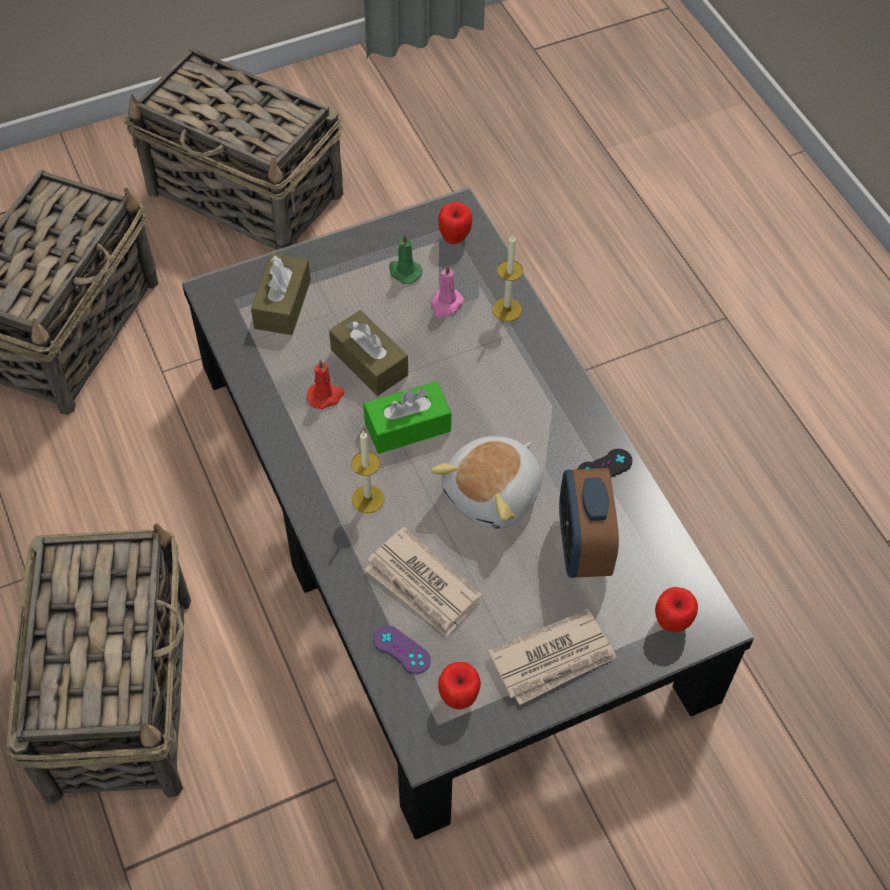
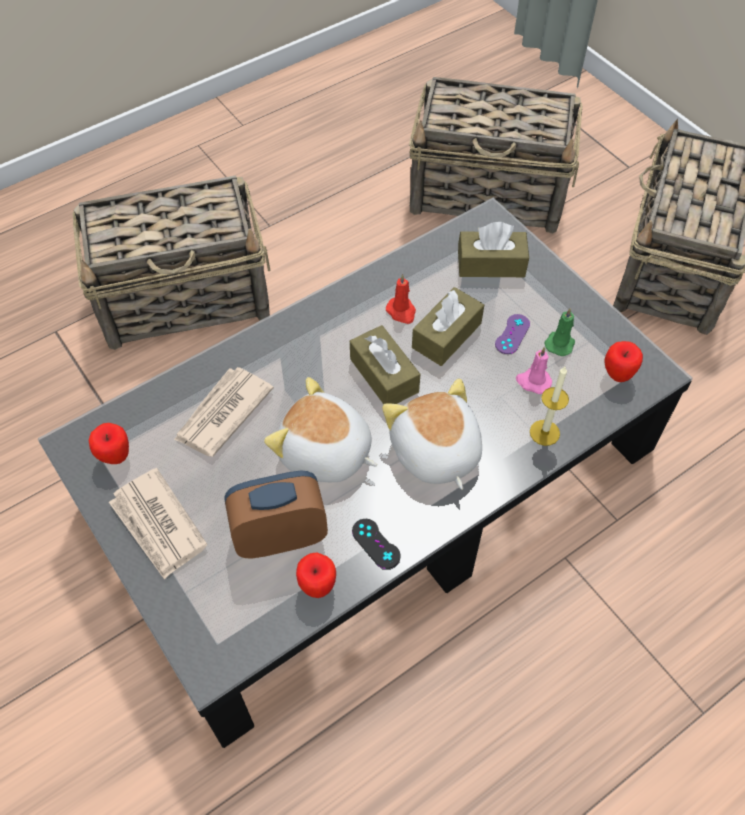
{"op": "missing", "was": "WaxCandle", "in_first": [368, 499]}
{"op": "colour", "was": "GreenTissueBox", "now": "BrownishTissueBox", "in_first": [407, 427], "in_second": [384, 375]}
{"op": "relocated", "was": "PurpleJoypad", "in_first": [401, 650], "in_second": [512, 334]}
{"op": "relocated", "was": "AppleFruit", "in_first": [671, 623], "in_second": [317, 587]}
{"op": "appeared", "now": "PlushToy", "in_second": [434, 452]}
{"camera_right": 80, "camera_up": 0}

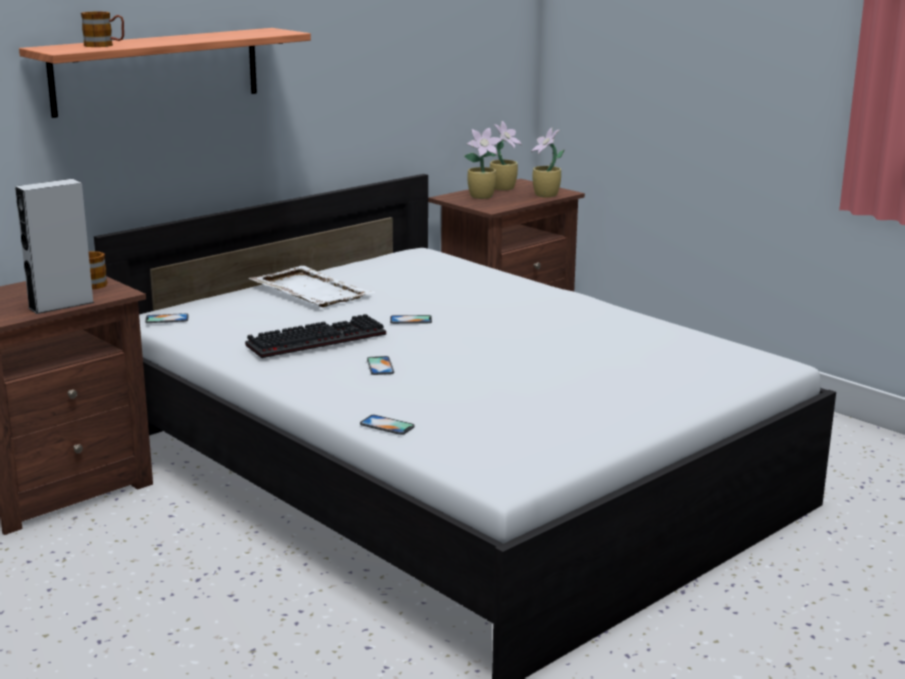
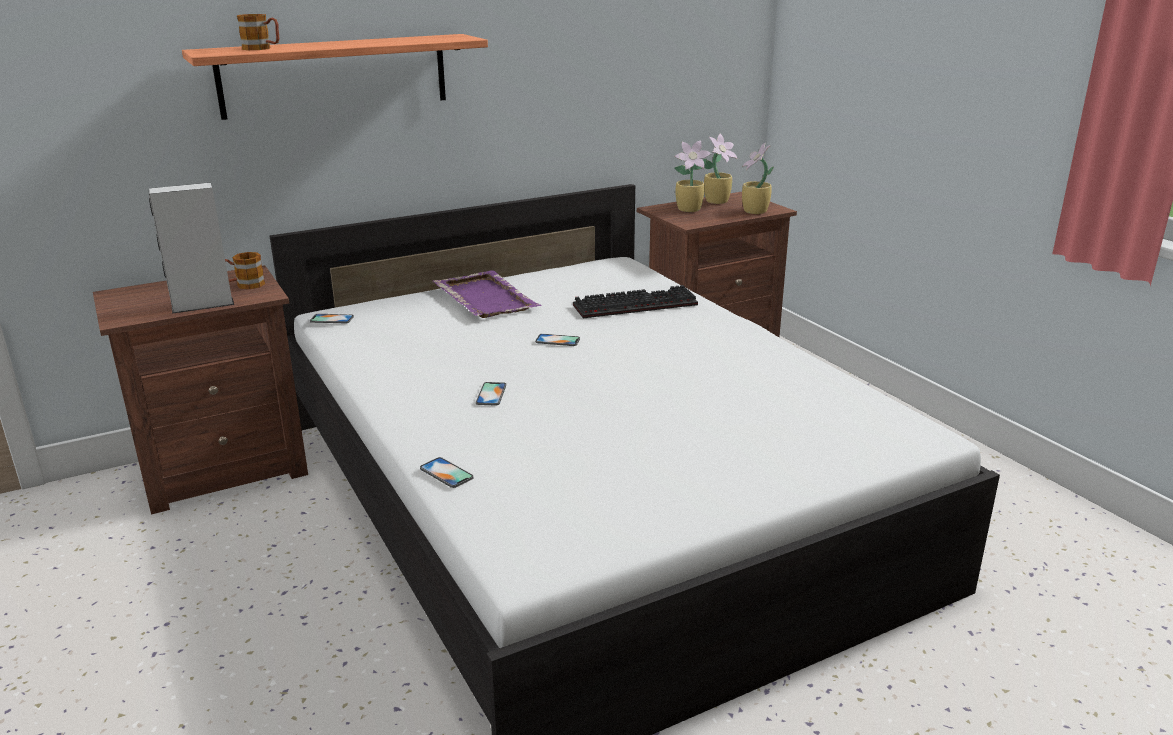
{"op": "relocated", "was": "Keyboard", "in_first": [317, 339], "in_second": [636, 304]}
{"op": "colour", "was": "WhitishTray", "now": "PurpleTray", "in_first": [310, 290], "in_second": [485, 297]}
{"camera_right": 15, "camera_up": 5}

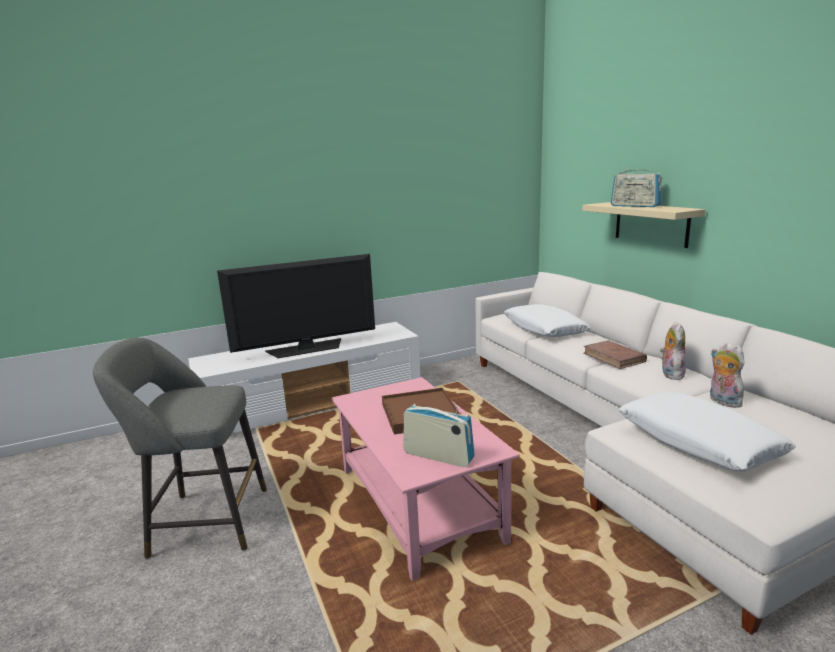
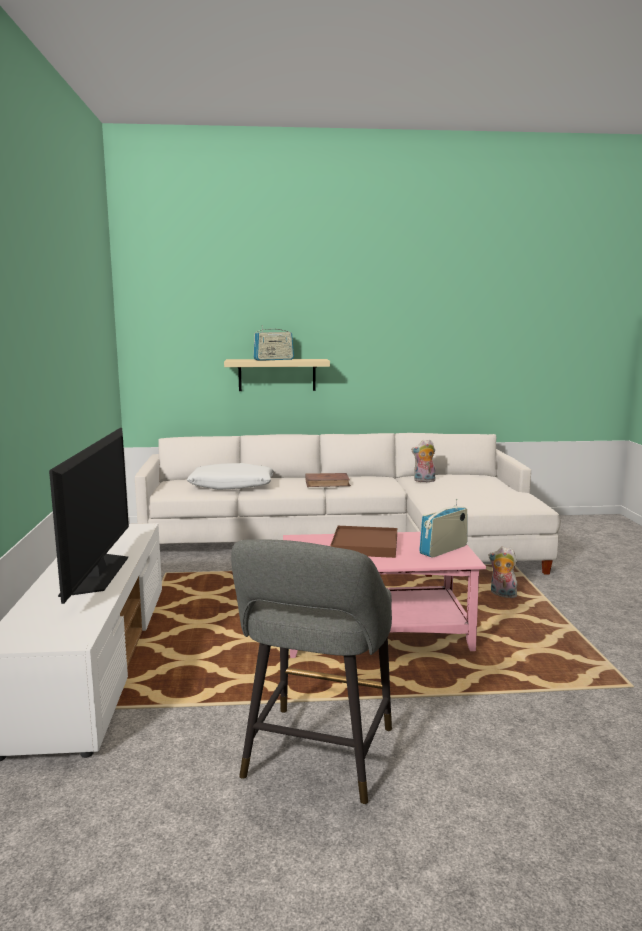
{"op": "missing", "was": "WhitishThrowPillow", "in_first": [698, 442]}
{"op": "relocated", "was": "PlushToy", "in_first": [670, 374], "in_second": [502, 595]}
{"camera_right": -70, "camera_up": -5}

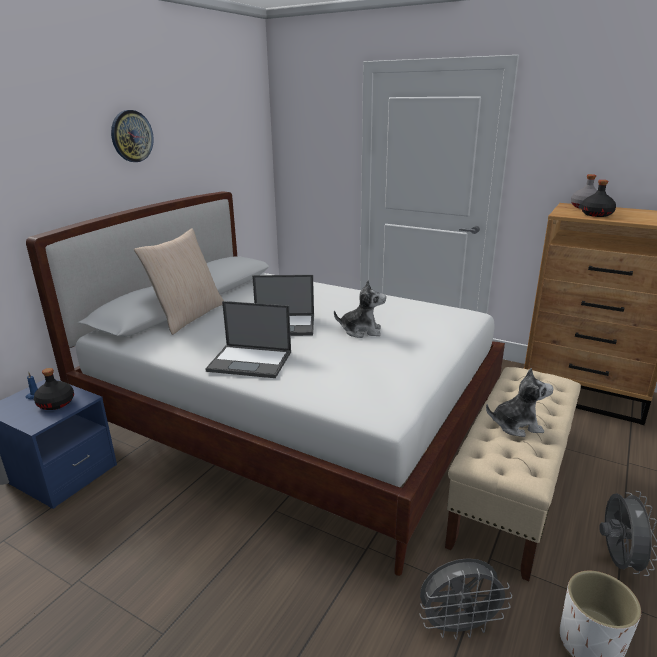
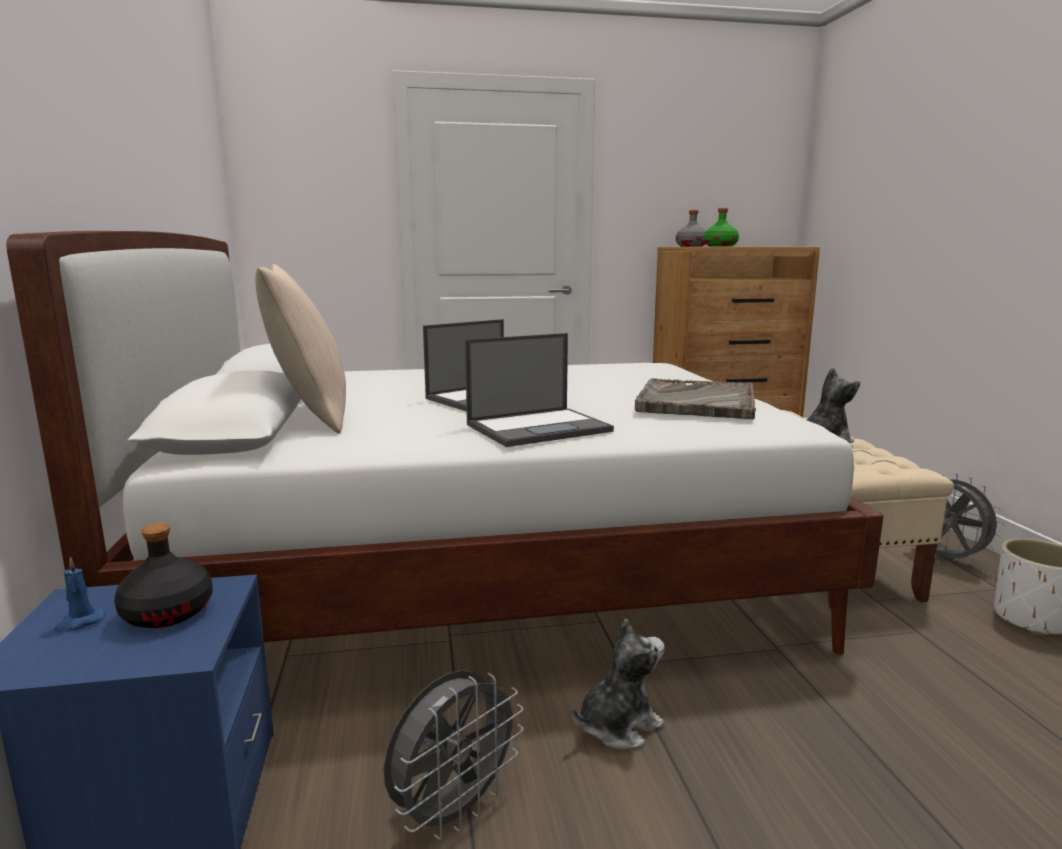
{"op": "missing", "was": "WallClock", "in_first": [131, 136]}
{"op": "relocated", "was": "PlushToy", "in_first": [361, 331], "in_second": [617, 726]}
{"op": "relocated", "was": "GreyFan", "in_first": [458, 626], "in_second": [454, 811]}
{"op": "colour", "was": "BlackishBeverageBottle", "now": "GreenBeverageBottle", "in_first": [596, 214], "in_second": [720, 246]}
{"op": "appeared", "now": "GreyTray", "in_second": [696, 401]}
{"camera_right": -40, "camera_up": -10}

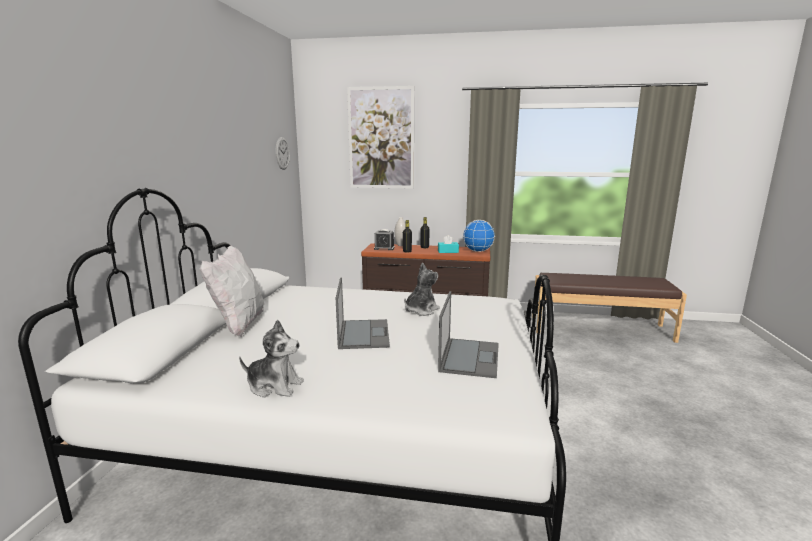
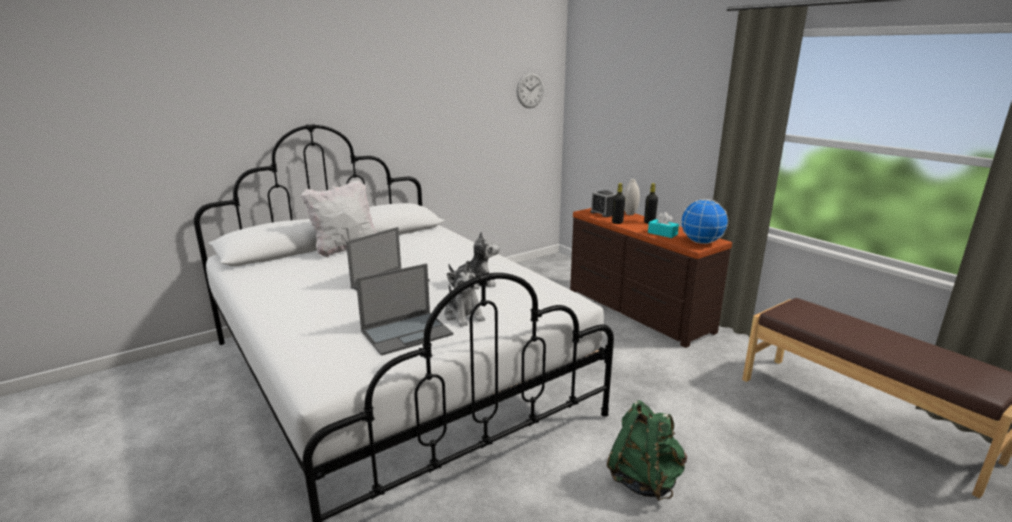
{"op": "relocated", "was": "PlushToy", "in_first": [274, 386], "in_second": [463, 315]}
{"op": "missing", "was": "WallArt", "in_first": [381, 138]}
{"op": "appeared", "now": "GreenBackpack", "in_second": [644, 479]}
{"camera_right": 45, "camera_up": 5}

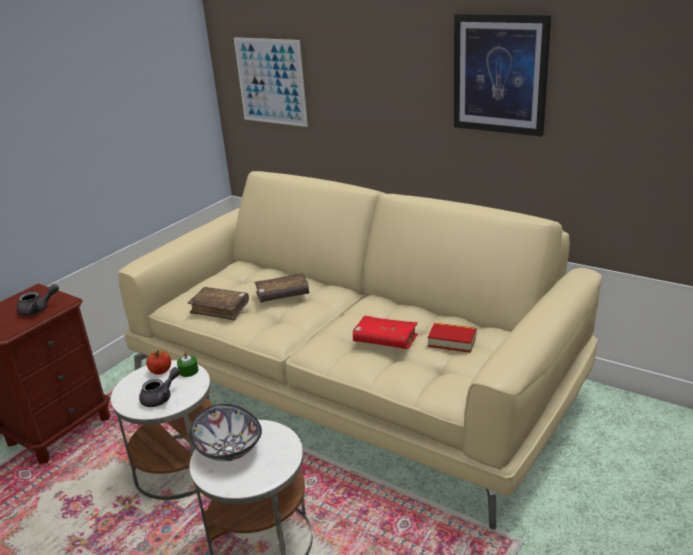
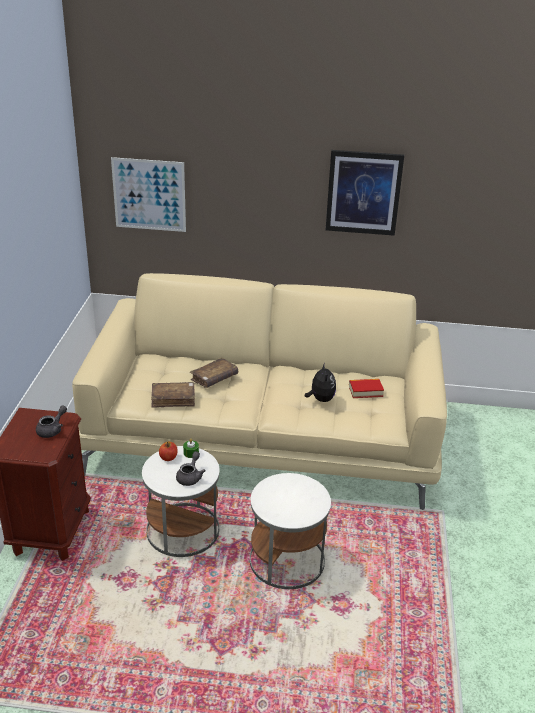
{"op": "missing", "was": "ServingBowl", "in_first": [228, 449]}
{"op": "exchanged", "was": "RedColouredBoundBook", "now": "PlushToy", "in_first": [385, 340], "in_second": [320, 399]}
{"camera_right": -30, "camera_up": 5}

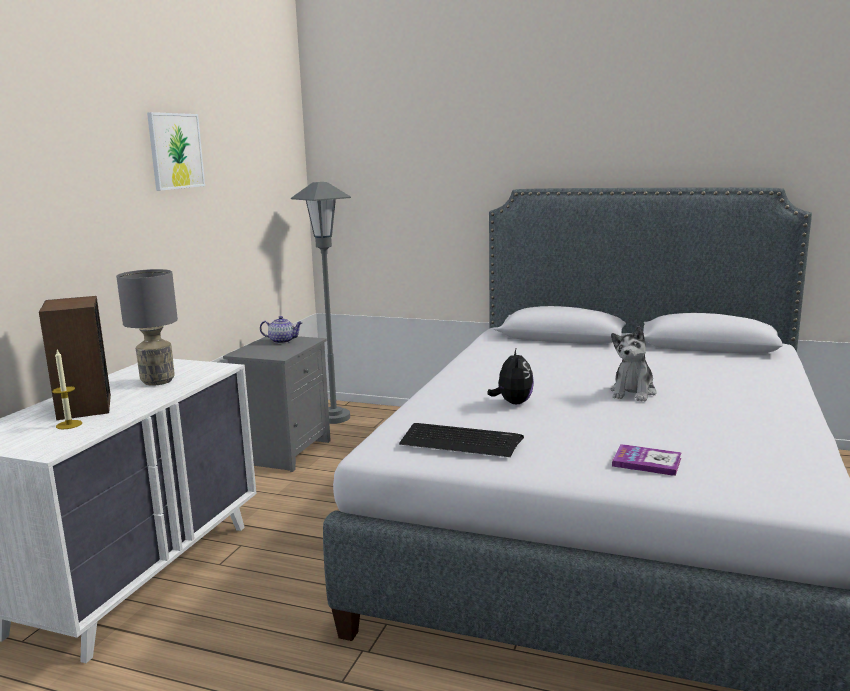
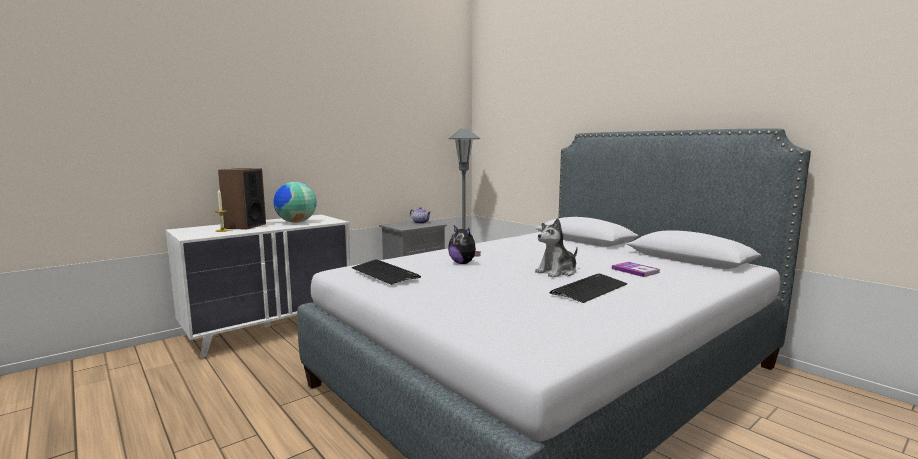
{"op": "exchanged", "was": "GreyLampForATable", "now": "Globe", "in_first": [157, 381], "in_second": [296, 222]}
{"op": "missing", "was": "WallArt", "in_first": [175, 151]}
{"op": "spun", "was": "PlushToy", "in_first": [513, 403], "in_second": [463, 263], "clockwise": 105}
{"op": "relocated", "was": "BoundBook", "in_first": [646, 462], "in_second": [635, 270]}
{"op": "appeared", "now": "Keyboard", "in_second": [589, 289]}
{"camera_right": 30, "camera_up": -5}

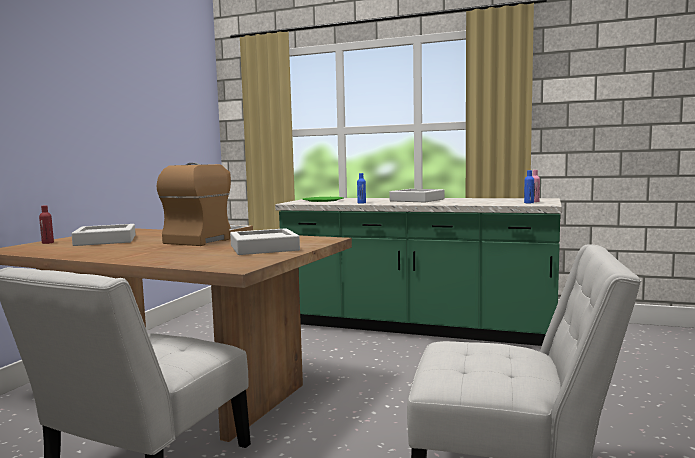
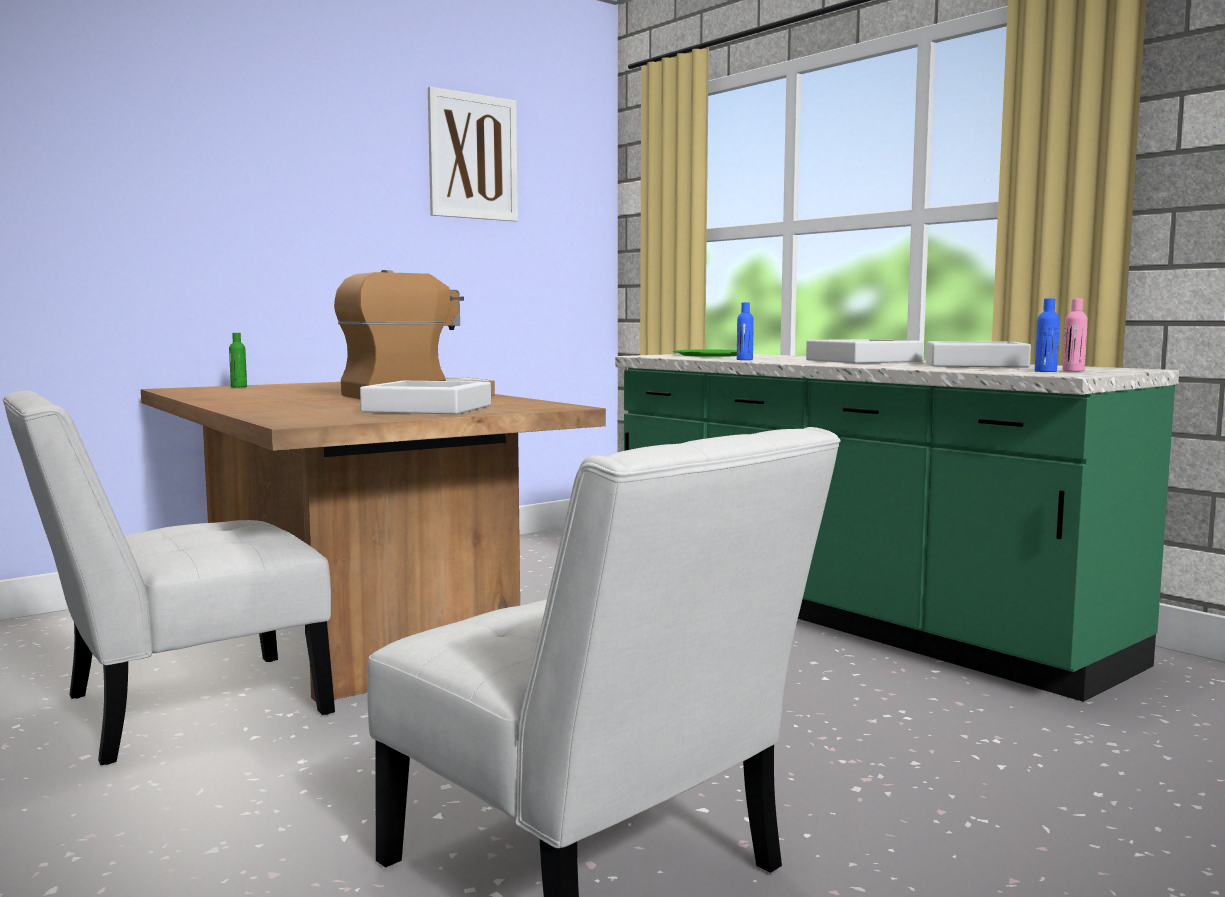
{"op": "colour", "was": "RedColouredBeverageBottle", "now": "GreenBeverageBottle", "in_first": [47, 243], "in_second": [239, 386]}
{"op": "relocated", "was": "GreyTray", "in_first": [105, 240], "in_second": [975, 365]}
{"op": "appeared", "now": "WallArt", "in_second": [473, 157]}
{"camera_right": 30, "camera_up": 0}

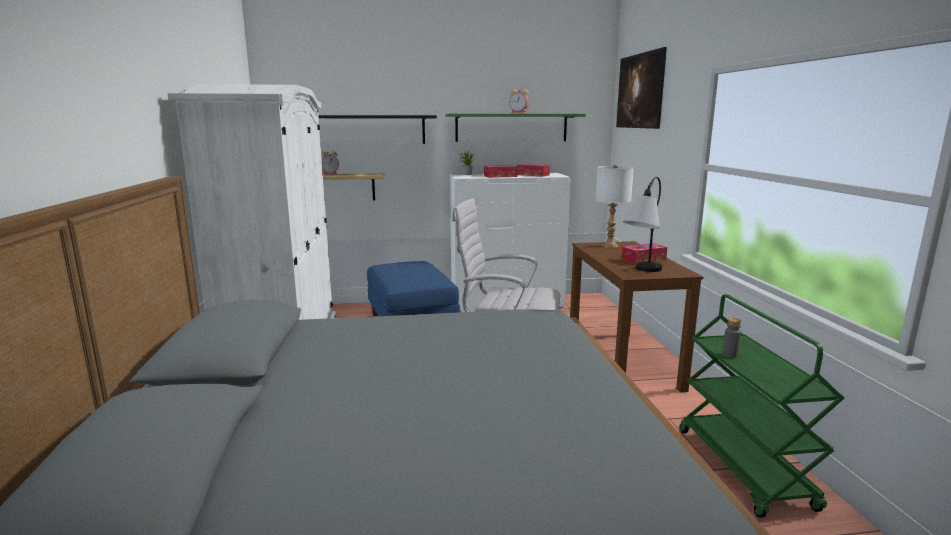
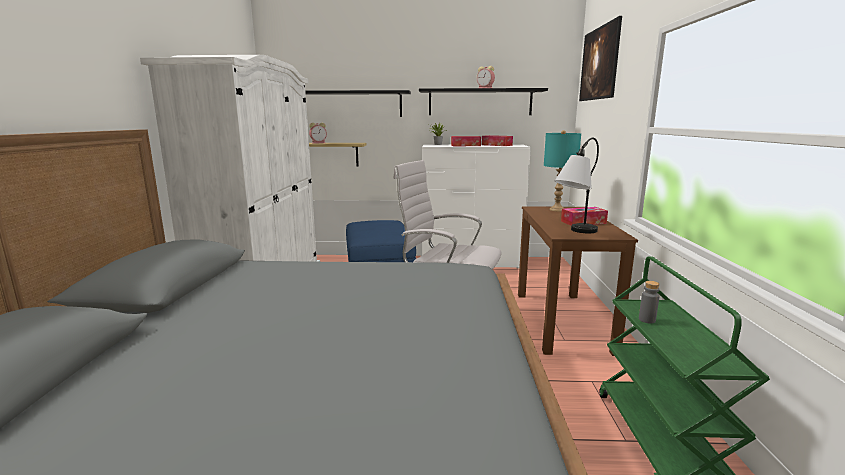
{"op": "colour", "was": "GreenShelf", "now": "BlackishShelf", "in_first": [511, 127], "in_second": [480, 102]}
{"op": "colour", "was": "WhitishLampForATable", "now": "BlueGreenLampForATable", "in_first": [609, 246], "in_second": [556, 209]}
{"camera_right": 10, "camera_up": 0}

